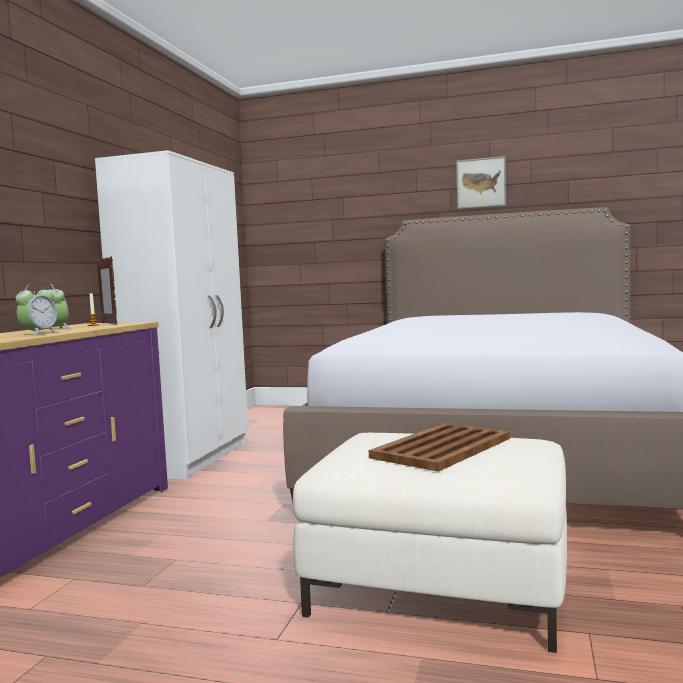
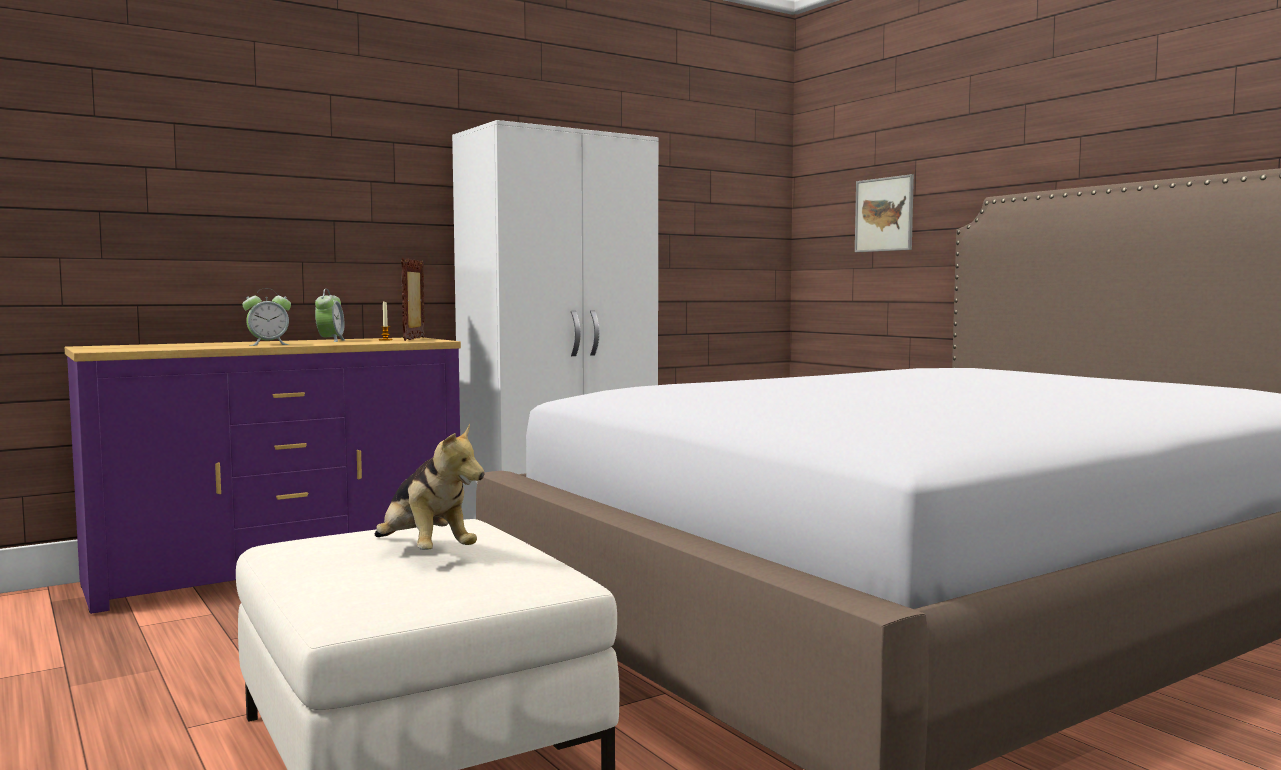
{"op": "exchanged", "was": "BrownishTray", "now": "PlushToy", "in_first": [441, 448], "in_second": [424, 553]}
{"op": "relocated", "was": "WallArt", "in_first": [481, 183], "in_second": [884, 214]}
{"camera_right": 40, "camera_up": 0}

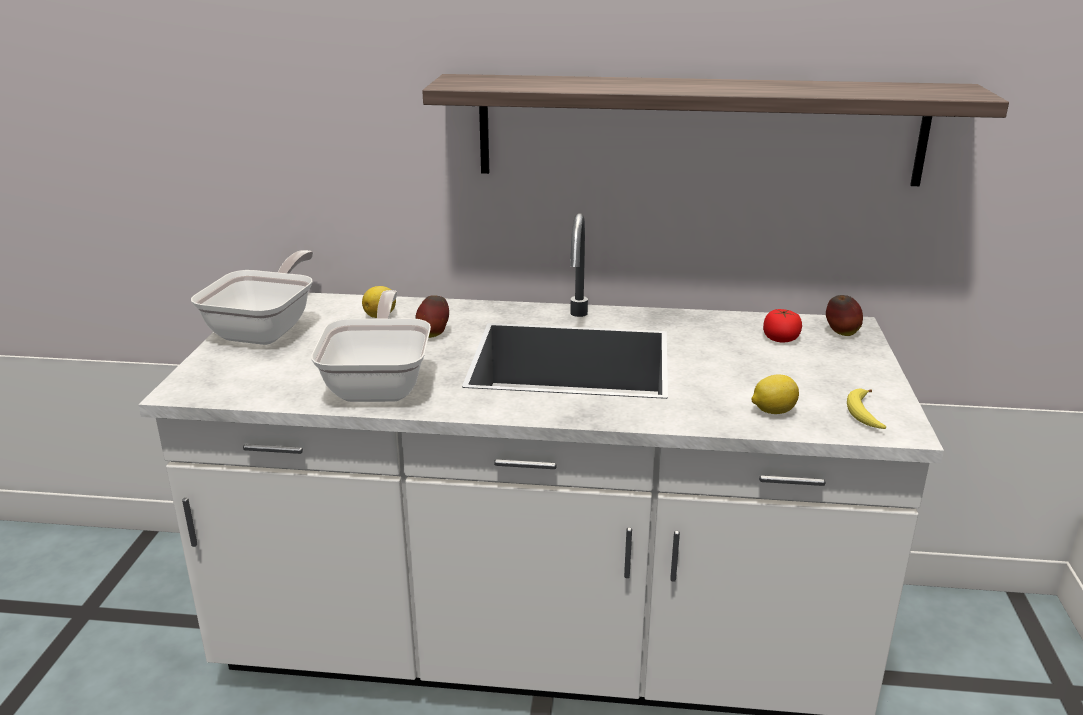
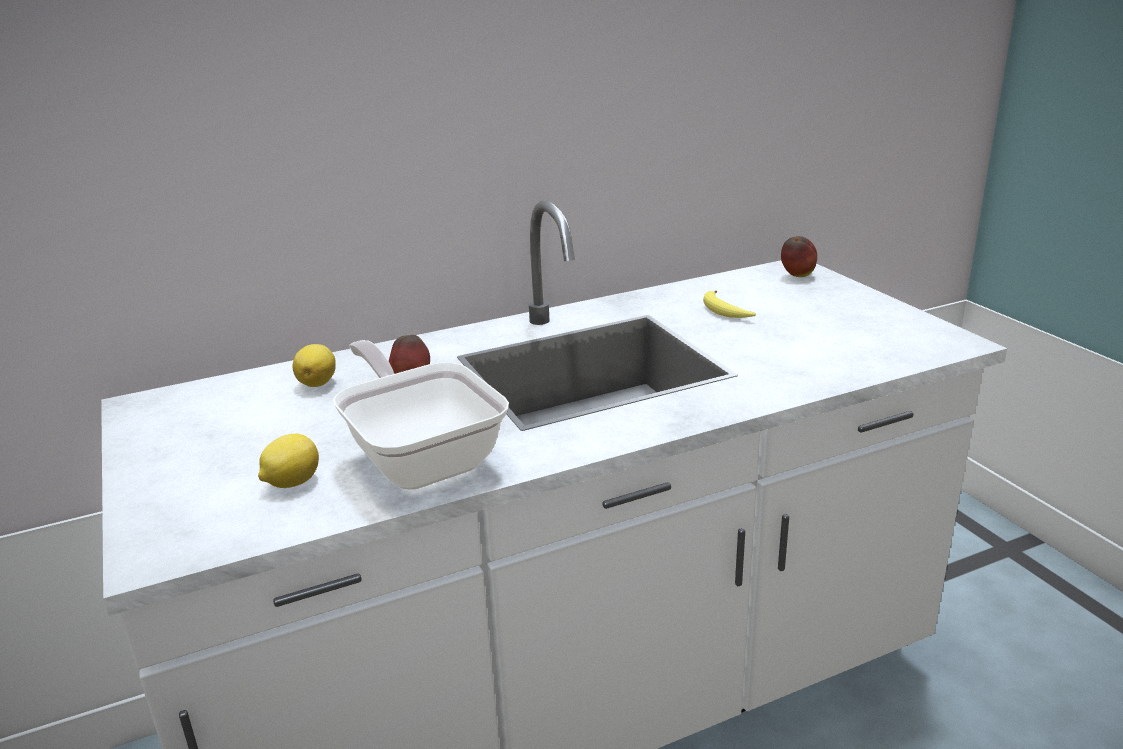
{"op": "missing", "was": "FryingPan", "in_first": [267, 329]}
{"op": "missing", "was": "Shelf", "in_first": [698, 129]}
{"op": "relocated", "was": "Lemon", "in_first": [772, 411], "in_second": [291, 483]}
{"op": "missing", "was": "FreshTomato", "in_first": [781, 339]}
{"op": "relocated", "was": "WholeBanana", "in_first": [864, 414], "in_second": [725, 311]}
{"camera_right": -30, "camera_up": 0}

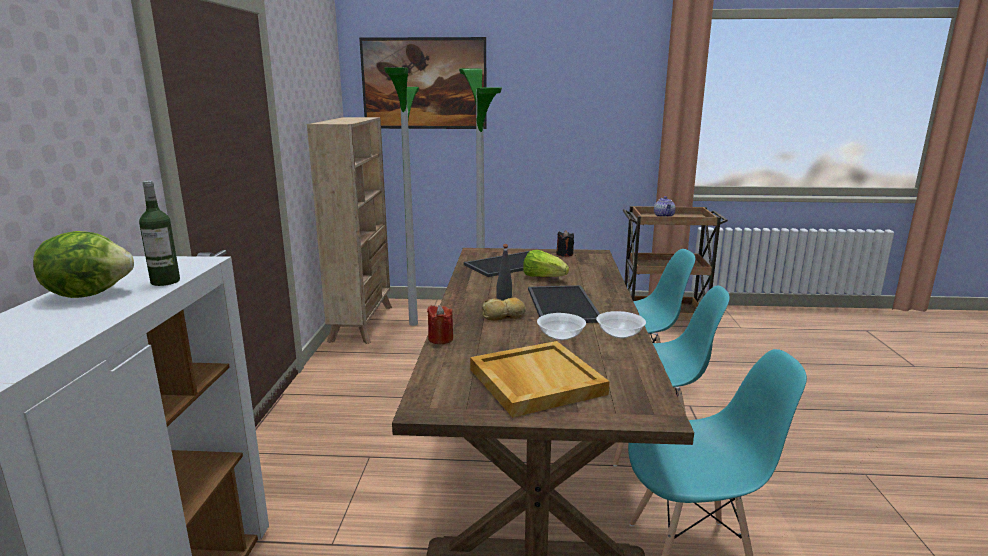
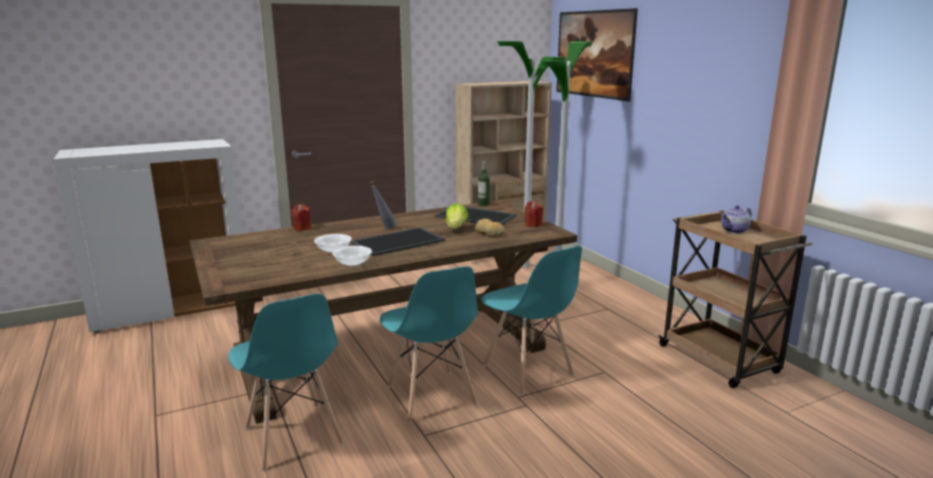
{"op": "missing", "was": "Lettuce", "in_first": [89, 293]}
{"op": "relocated", "was": "BeverageBottle", "in_first": [165, 281], "in_second": [483, 204]}
{"op": "missing", "was": "BeigeColouredTray", "in_first": [535, 381]}
{"op": "relocated", "was": "Bread", "in_first": [504, 316], "in_second": [489, 233]}
{"op": "colour", "was": "BlackishWaxCandle", "now": "RedColouredWaxCandle", "in_first": [564, 254], "in_second": [533, 224]}
{"camera_right": 60, "camera_up": 0}

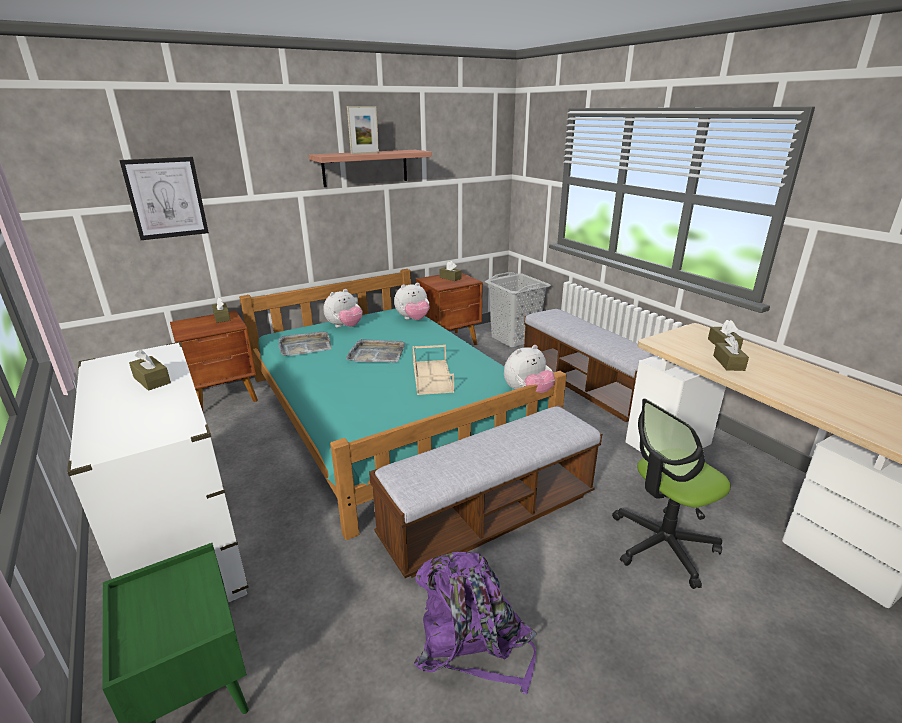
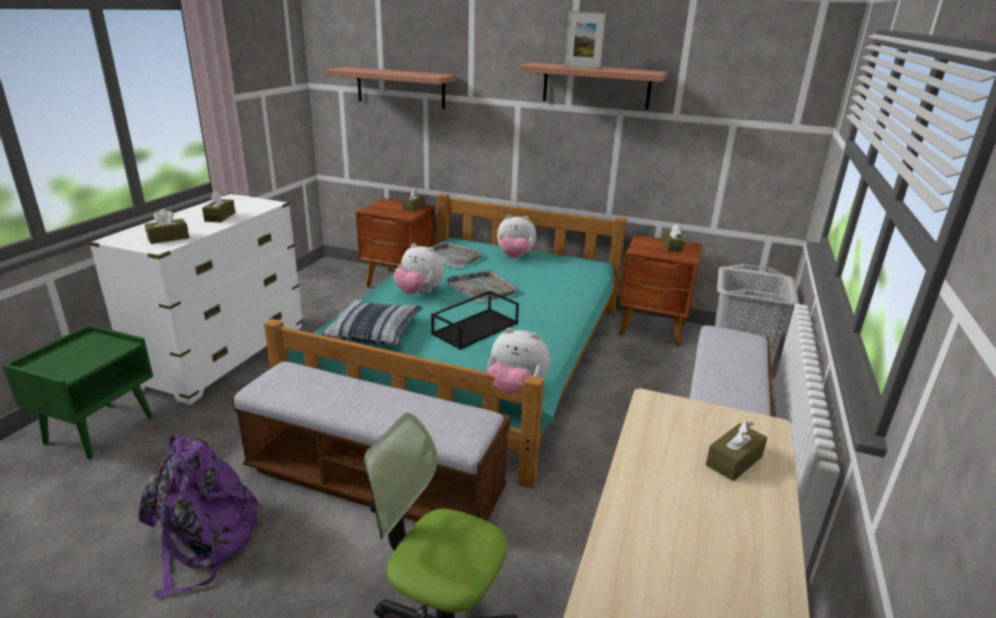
{"op": "exchanged", "was": "WallArt", "now": "Shelf", "in_first": [166, 198], "in_second": [400, 87]}
{"op": "relocated", "was": "PlushToy", "in_first": [413, 319], "in_second": [419, 292]}
{"op": "colour", "was": "BeigeColouredTray", "now": "BlackishTray", "in_first": [431, 376], "in_second": [475, 328]}
{"op": "relocated", "was": "BrownishTissueBox", "in_first": [728, 363], "in_second": [168, 238]}
{"op": "appeared", "now": "ThrowPillow", "in_second": [375, 331]}
{"camera_right": 50, "camera_up": 0}

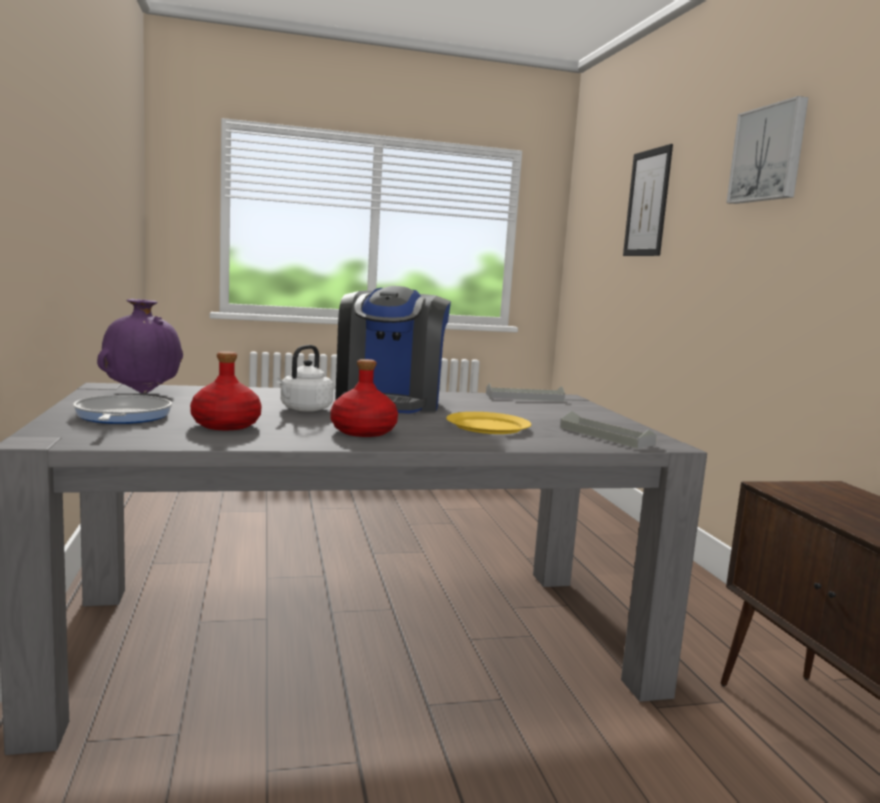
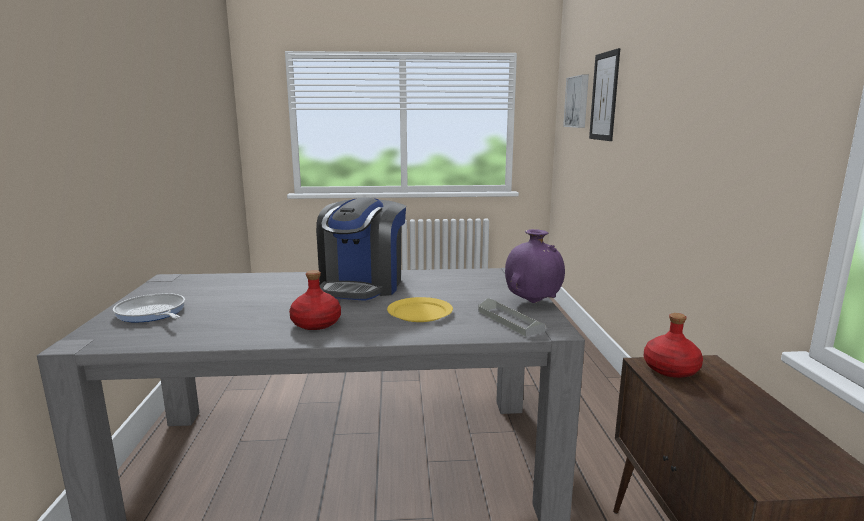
{"op": "spun", "was": "FryingPan", "in_first": [121, 417], "in_second": [152, 313], "clockwise": -45}
{"op": "relocated", "was": "PurpleFlowerVase", "in_first": [143, 392], "in_second": [533, 302]}
{"op": "relocated", "was": "RedColouredBeverageBottle", "in_first": [226, 425], "in_second": [671, 369]}
{"op": "missing", "was": "WhitishWaterKettle", "in_first": [304, 409]}
{"op": "missing", "was": "GreyTray", "in_first": [524, 397]}
{"op": "relocated", "was": "WallArt", "in_first": [769, 154], "in_second": [578, 102]}
{"camera_right": 10, "camera_up": 5}

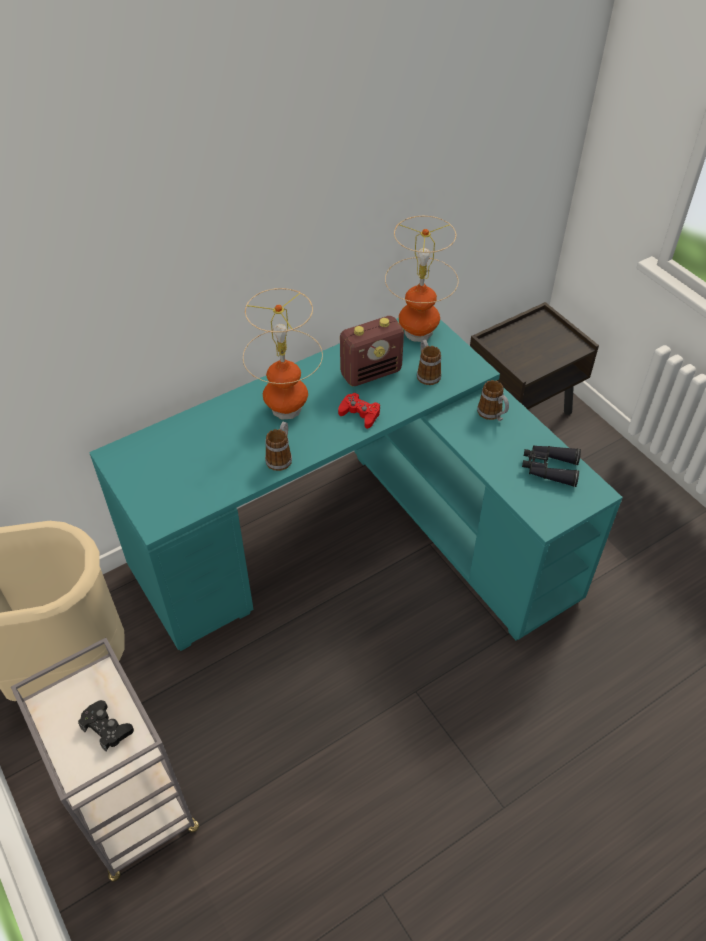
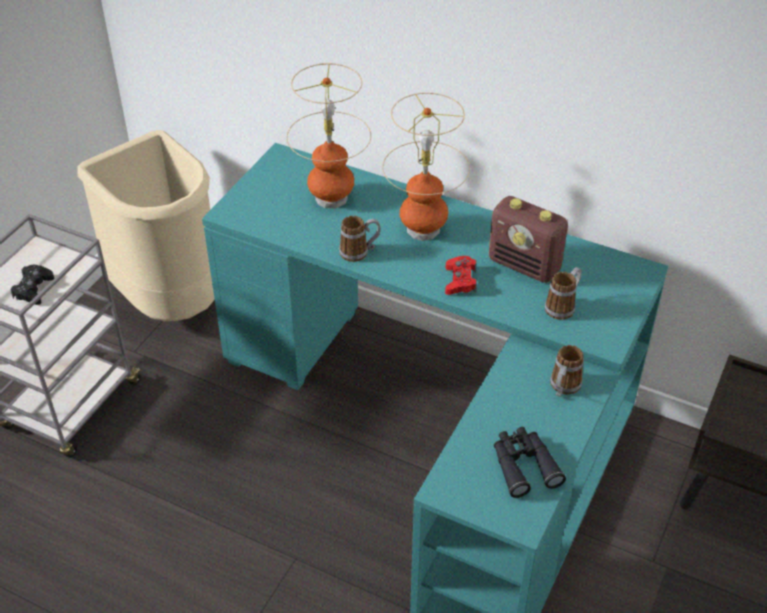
{"op": "relocated", "was": "LampForATable", "in_first": [418, 332], "in_second": [332, 198]}
{"camera_right": 60, "camera_up": -5}

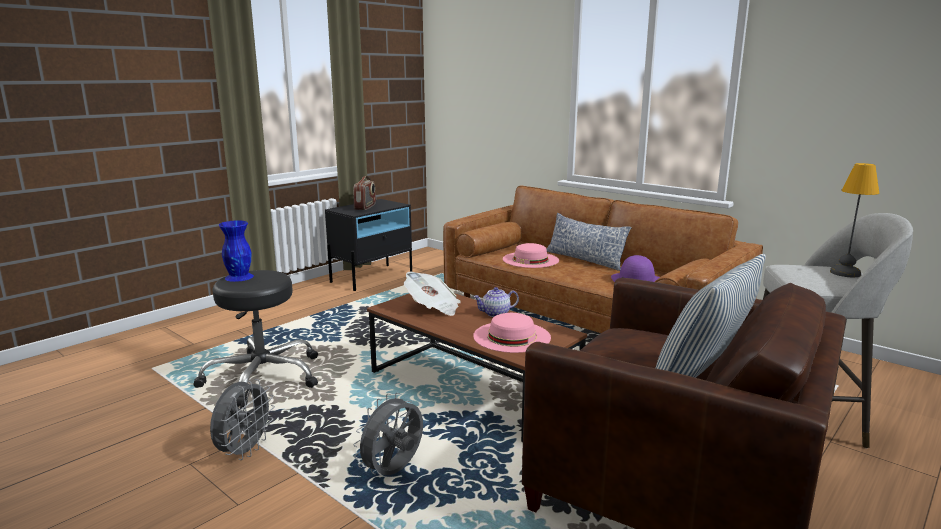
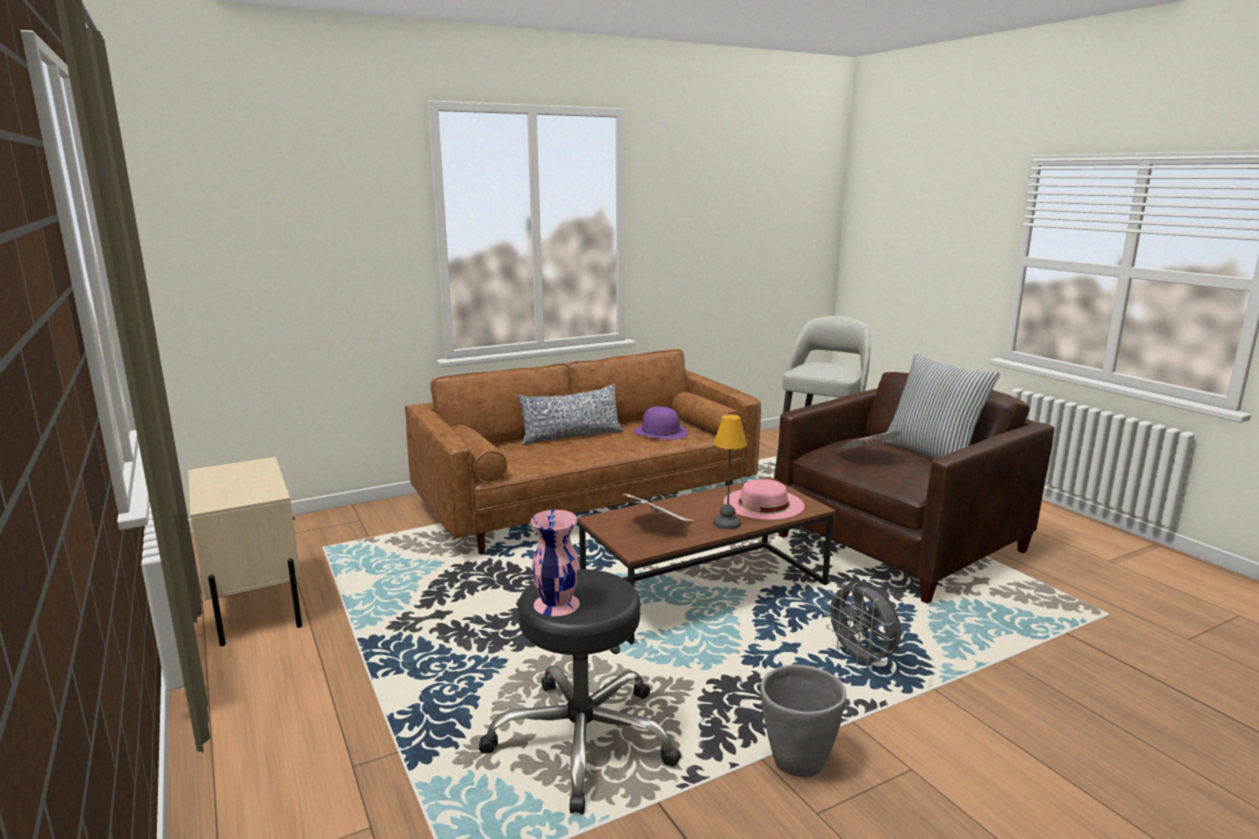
{"op": "exchanged", "was": "GreyFan", "now": "GreyFlowerPot", "in_first": [244, 451], "in_second": [797, 762]}
{"op": "colour", "was": "BlueFlowerVase", "now": "PinkColouredFlowerVase", "in_first": [239, 277], "in_second": [555, 604]}
{"op": "colour", "was": "BlackishNightTable", "now": "BeigeColouredNightTable", "in_first": [372, 277], "in_second": [256, 603]}
{"op": "missing", "was": "Radio", "in_first": [365, 207]}
{"op": "missing", "was": "TeaPot", "in_first": [495, 314]}
{"op": "missing", "was": "PinkColouredWearableHat", "in_first": [530, 259]}
{"op": "relocated", "was": "LampForATable", "in_first": [845, 273], "in_second": [726, 523]}
{"op": "appeared", "now": "DailyPaper", "in_second": [865, 457]}
{"camera_right": -70, "camera_up": 0}

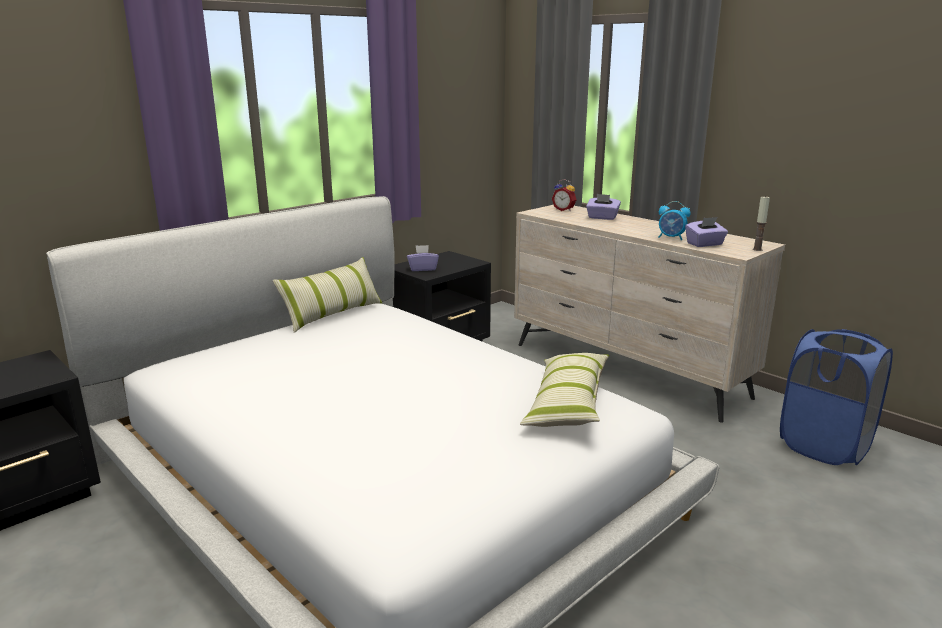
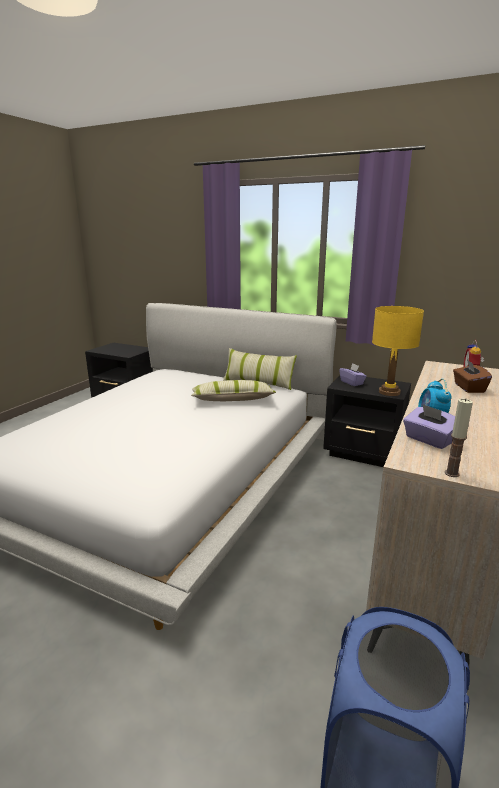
{"op": "relocated", "was": "ThrowPillow", "in_first": [567, 403], "in_second": [232, 399]}
{"op": "colour", "was": "PurpleTissueBox", "now": "BrownishTissueBox", "in_first": [602, 217], "in_second": [468, 388]}
{"op": "appeared", "now": "YellowishLampForATable", "in_second": [389, 392]}
{"camera_right": 70, "camera_up": 0}

